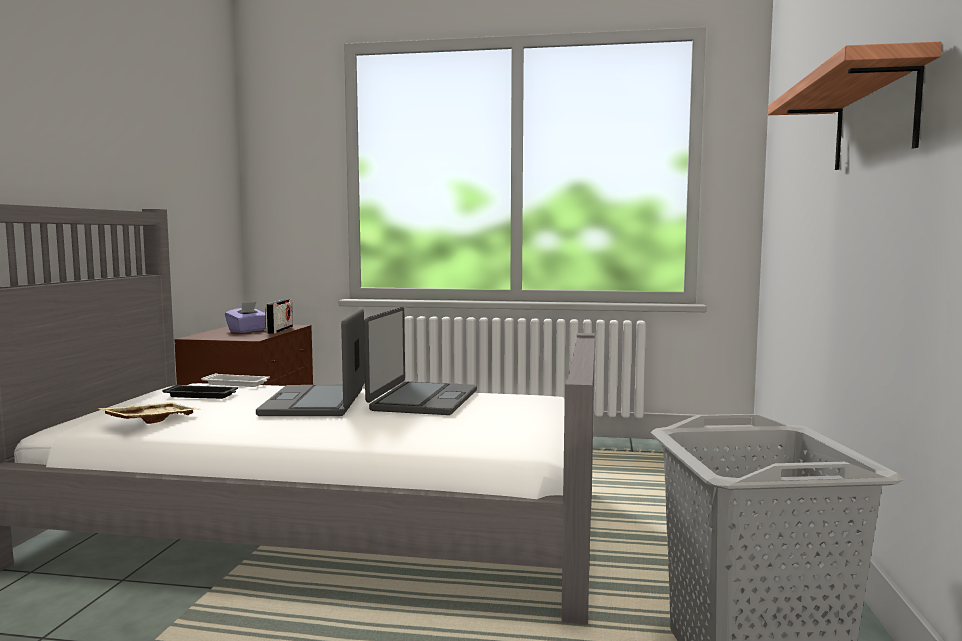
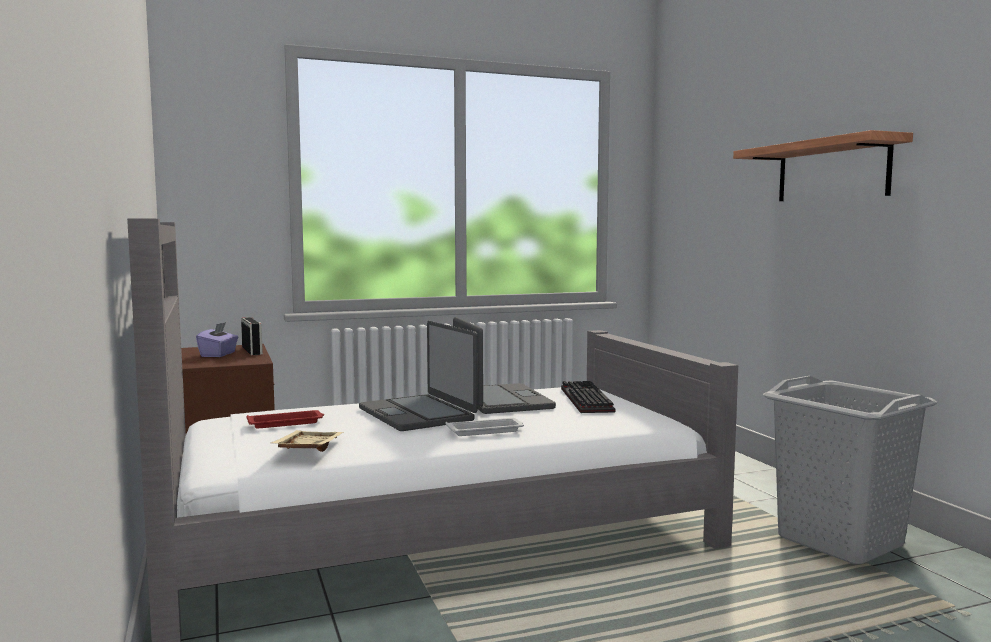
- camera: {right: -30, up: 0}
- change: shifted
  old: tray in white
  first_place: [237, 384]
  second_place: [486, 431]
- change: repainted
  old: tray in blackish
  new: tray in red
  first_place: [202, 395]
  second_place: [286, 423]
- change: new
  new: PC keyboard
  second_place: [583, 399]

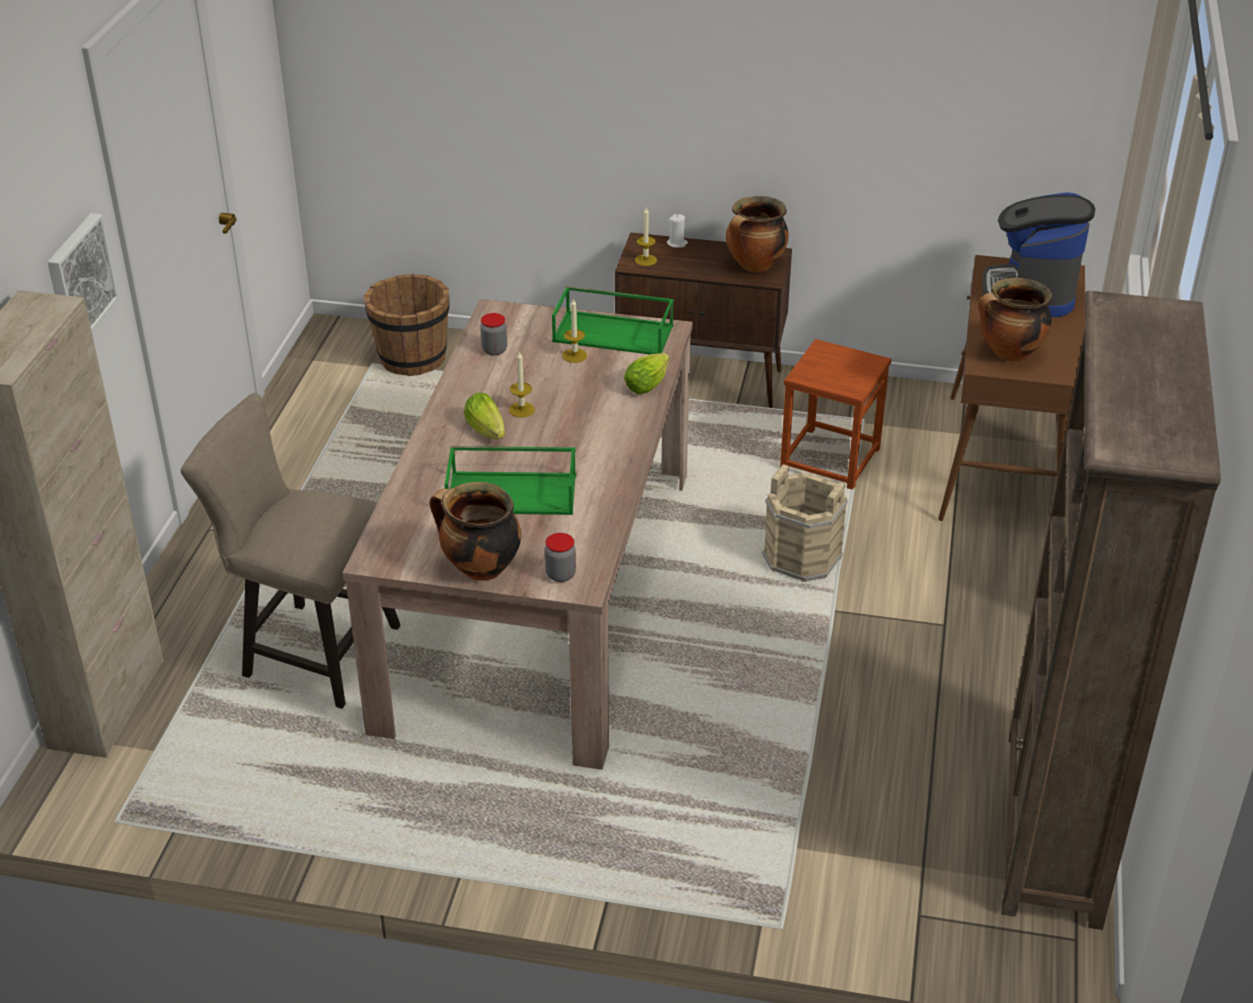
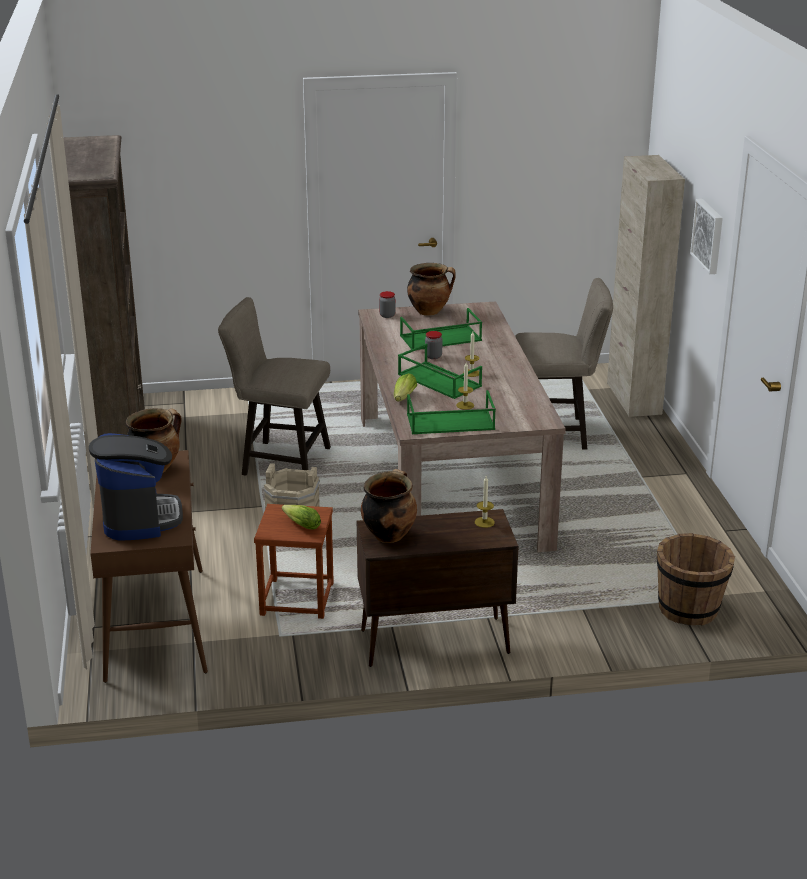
- camera: {right: 160, up: -10}
- change: gone
  old: candle in white
  first_place: [677, 243]
- change: shifted
  old: preserve jar
  first_place: [494, 350]
  second_place: [433, 356]
- change: shifted
  old: lettuce
  first_place: [487, 431]
  second_place: [300, 524]
- change: new
  new: stool in beige
  second_place: [279, 461]
- change: new
  new: tray in greenish
  second_place: [438, 380]

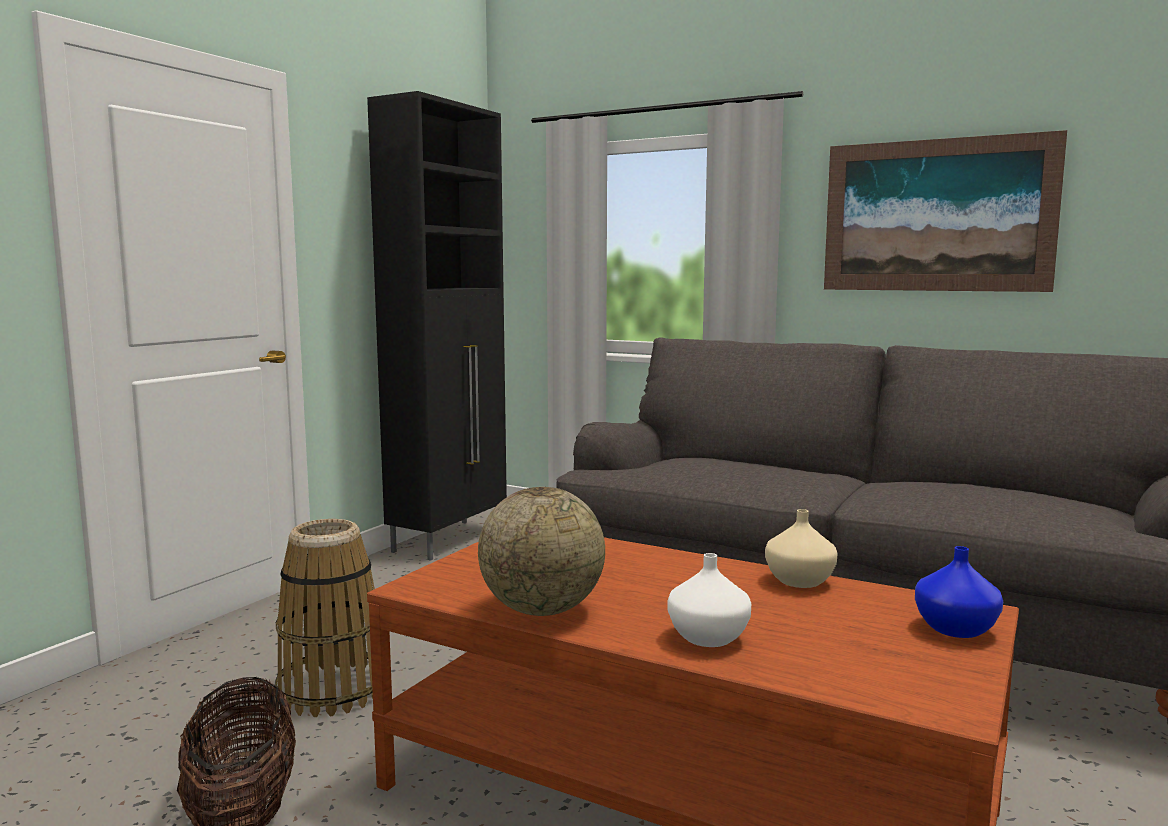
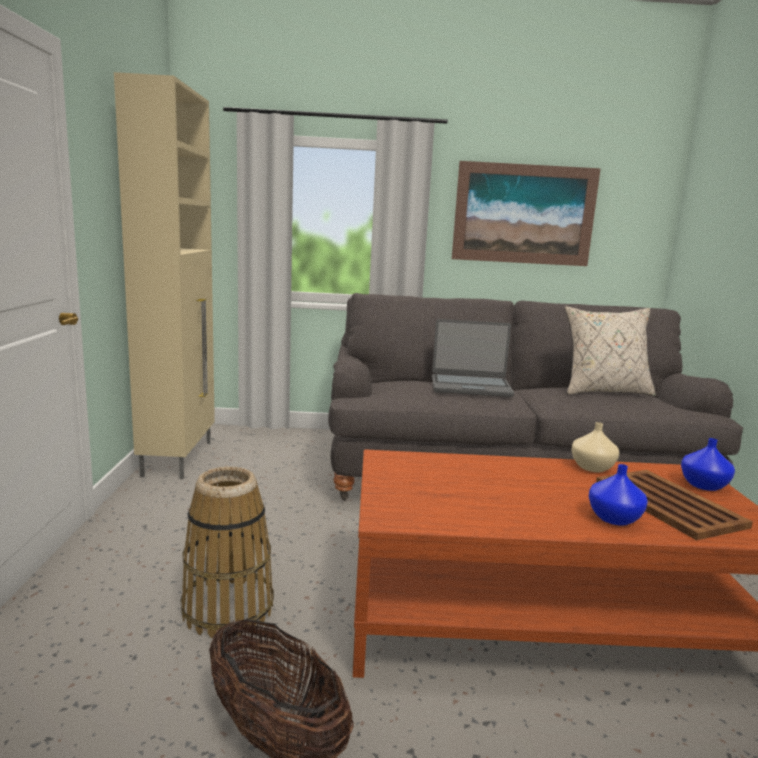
- camera: {right: -30, up: 5}
- change: repainted
  old: storage cabinet in blackish
  new: storage cabinet in beige
  first_place: [450, 539]
  second_place: [179, 458]
- change: gone
  old: desk globe
  first_place: [542, 610]
- change: repainted
  old: vase in white
  new: vase in bluish
  first_place: [708, 638]
  second_place: [615, 519]
- change: new
  new: cushion in beige
  second_place: [603, 391]
- change: new
  new: laptop
  second_place: [470, 386]
- change: new
  new: tray in brownish
  second_place: [667, 503]

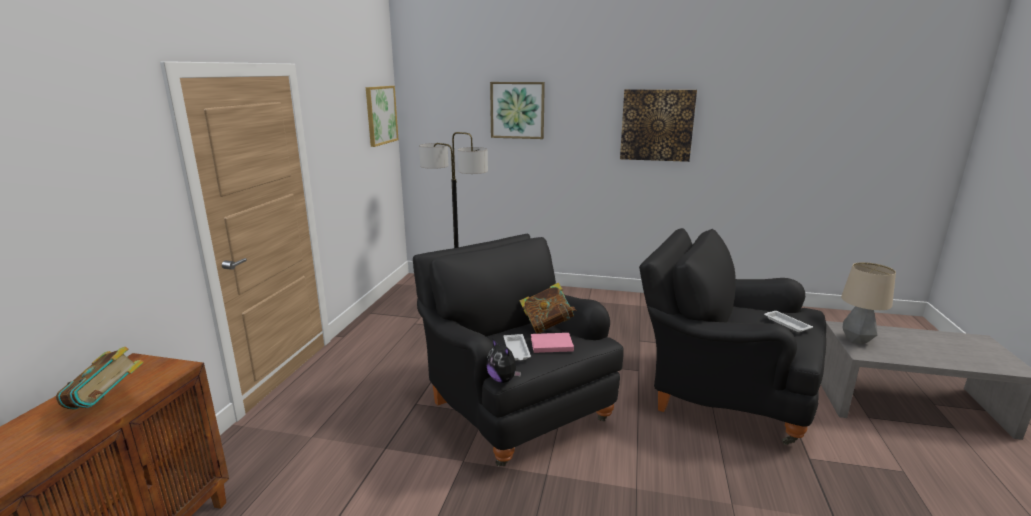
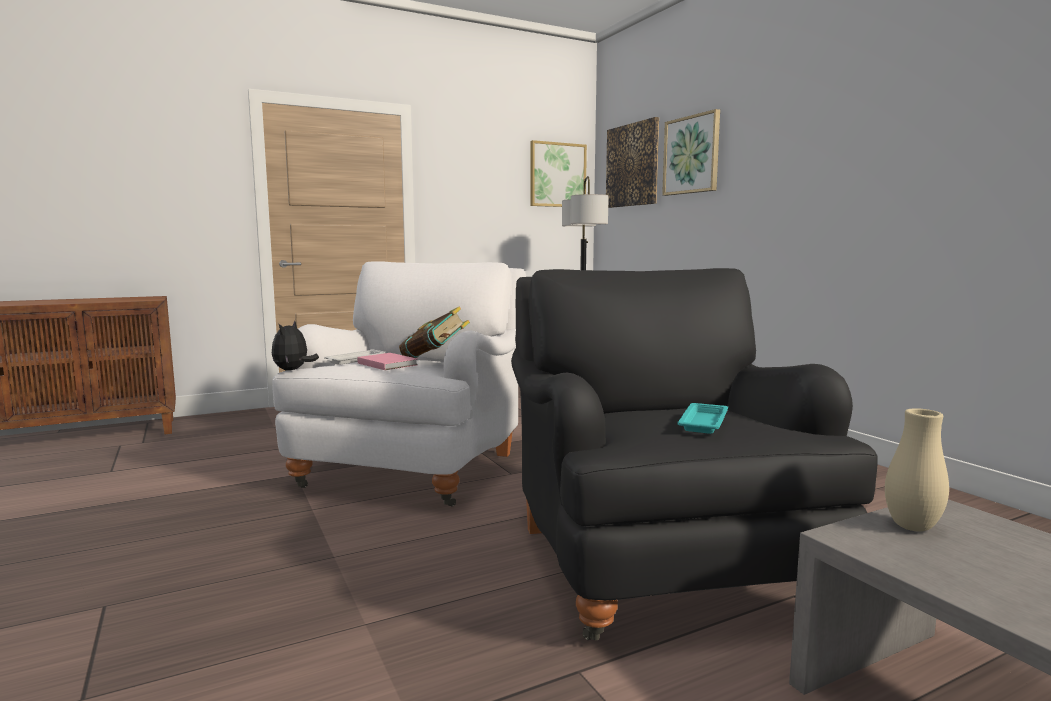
- camera: {right: 50, up: -10}
- change: shifted
  old: picture
  first_place: [657, 125]
  second_place: [632, 165]
- change: repainted
  old: armchair in blackish
  new: armchair in white
  first_place: [514, 407]
  second_place: [416, 467]
- change: swapped
  old: lamp for a table
  new: vase in beige
  first_place: [856, 340]
  second_place: [912, 527]
- change: repainted
  old: tray in white
  new: tray in turquoise-coloured
  first_place: [786, 323]
  second_place: [703, 422]
- change: gone
  old: bound book
  first_place: [107, 404]

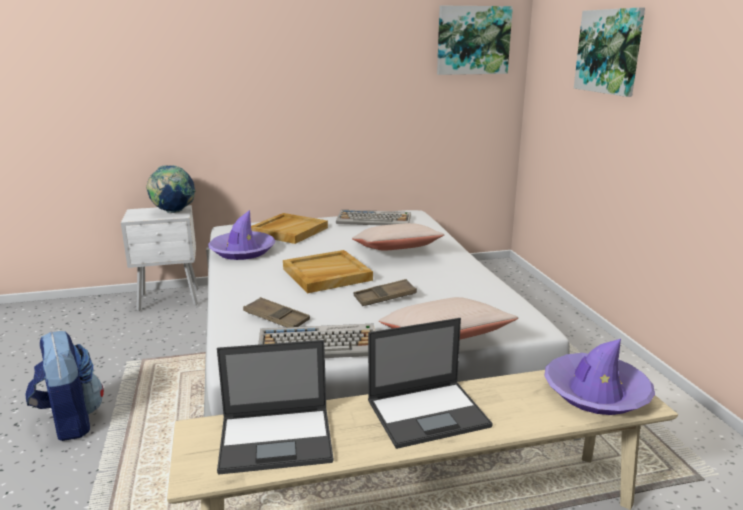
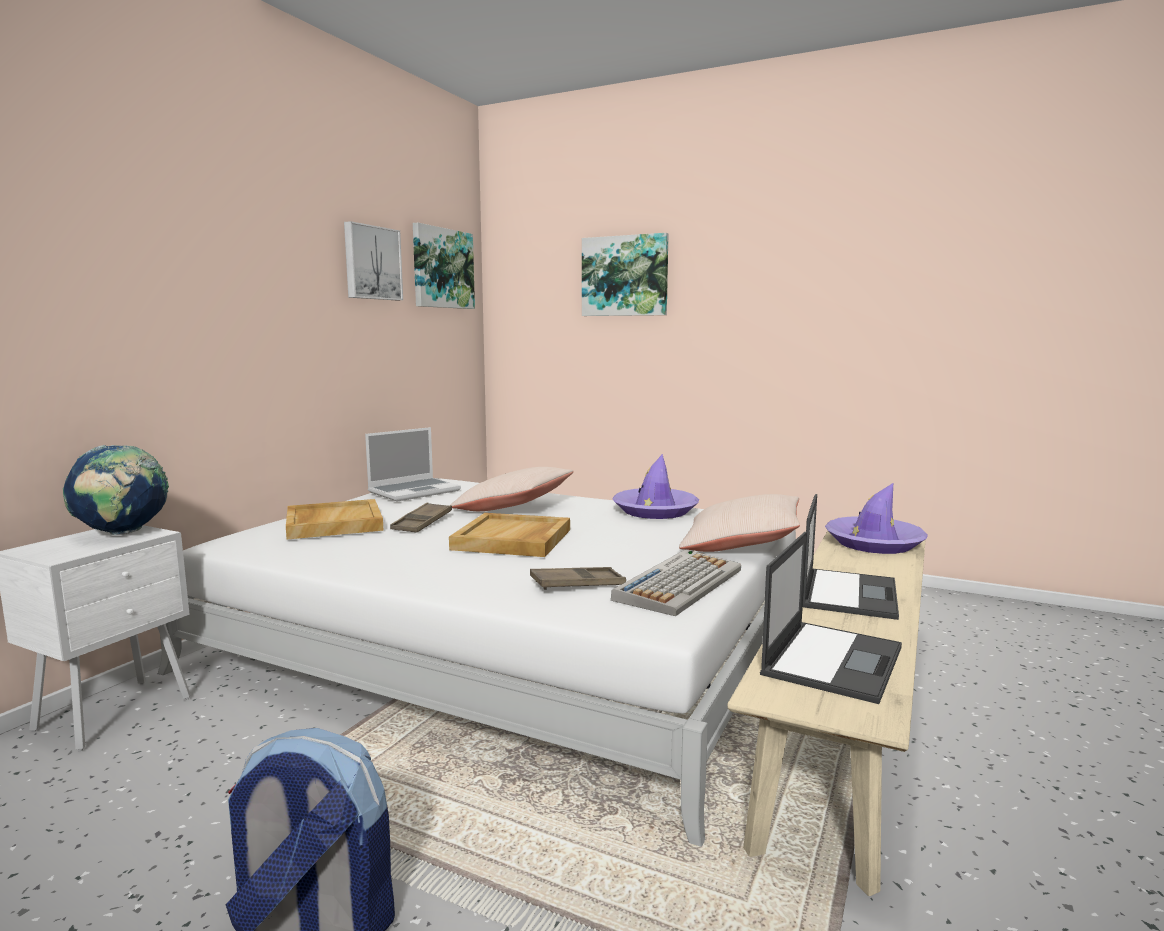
- camera: {right: -50, up: -10}
- change: shifted
  old: hat in purplish
  first_place: [242, 251]
  second_place: [655, 511]
- change: swapped
  old: PC keyboard
  new: laptop
  first_place: [374, 220]
  second_place: [414, 491]
- change: shifted
  old: tray in brownish
  first_place: [385, 297]
  second_place: [422, 523]
- change: new
  new: picture
  second_place: [371, 263]

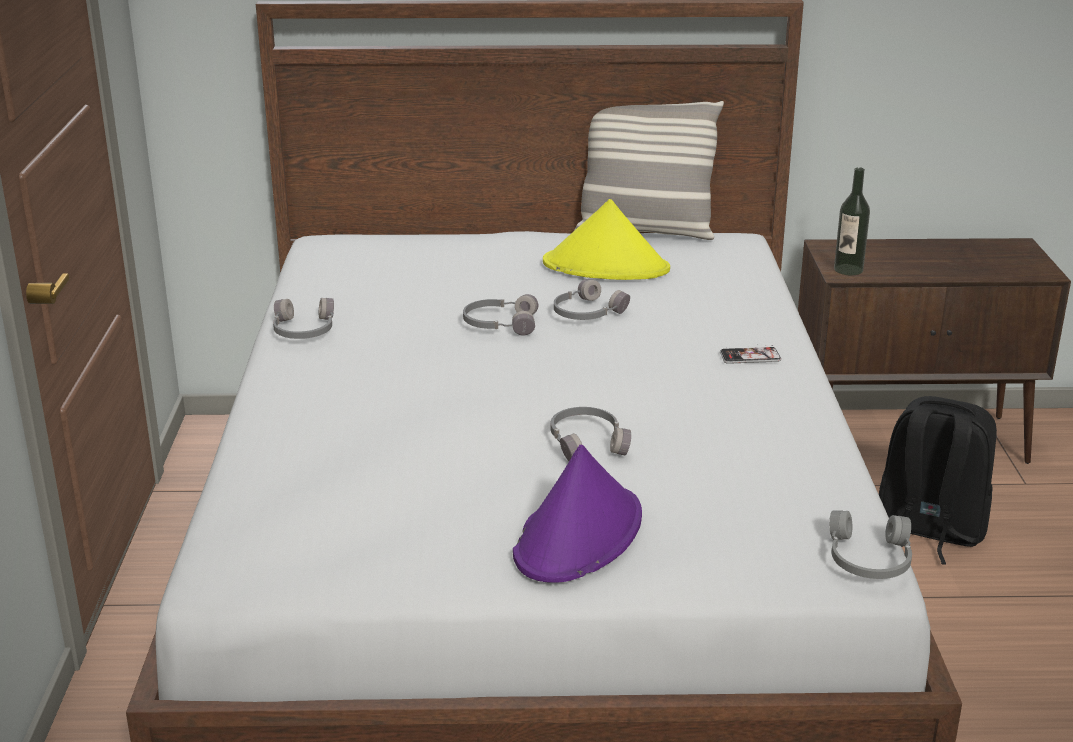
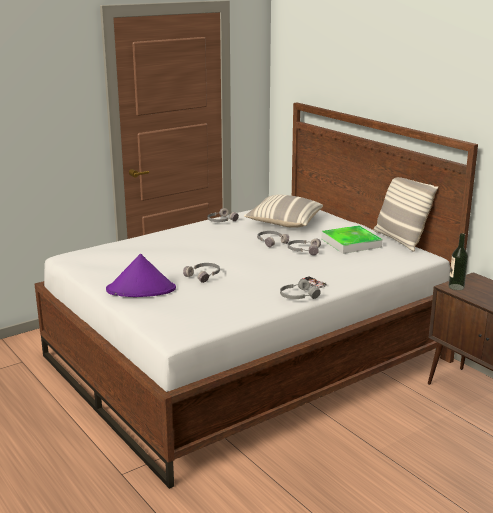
- camera: {right: 55, up: -5}
- change: swapped
  old: hat in yellow-coloured
  new: tray
  first_place: [606, 267]
  second_place: [351, 243]
- change: gone
  old: knapsack in blackish
  first_place: [928, 531]
- change: shifted
  old: pair of headphones in grey
  first_place: [867, 559]
  second_place: [297, 296]
- change: new
  new: cushion
  second_place: [284, 222]

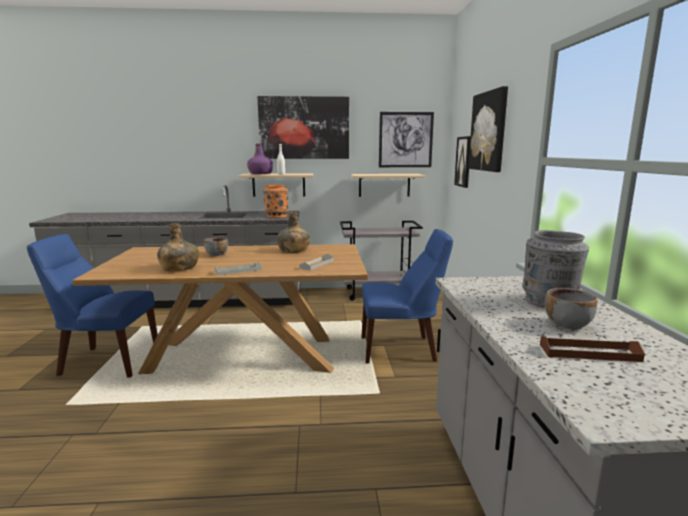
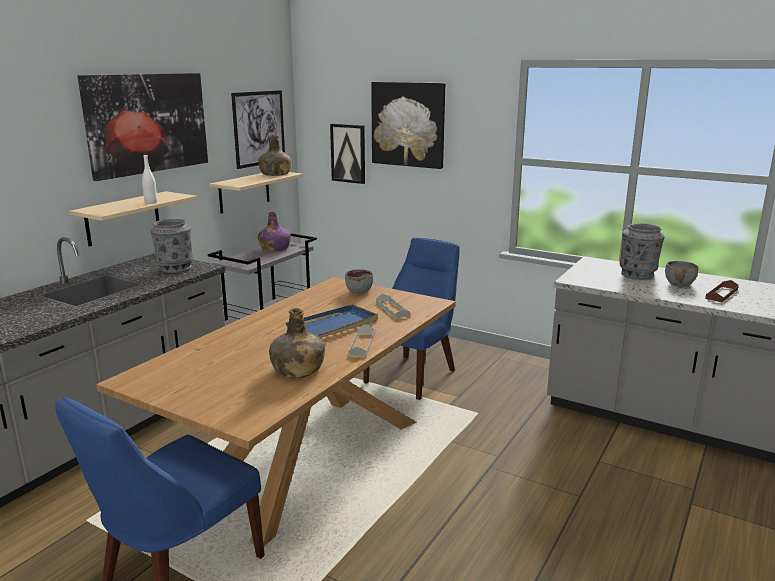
- camera: {right: -55, up: 5}
- change: shifted
  old: drink bottle in purplish
  first_place: [260, 174]
  second_place: [274, 249]
- change: repainted
  old: vase in orange
  new: vase in grey
  first_place: [276, 216]
  second_place: [175, 268]
- change: shifted
  old: drink bottle in greenish
  first_place: [293, 250]
  second_place: [275, 174]
- change: shifted
  old: bowl in grey
  first_place: [216, 254]
  second_place: [359, 291]
- change: new
  new: tray in bluish
  second_place: [334, 325]

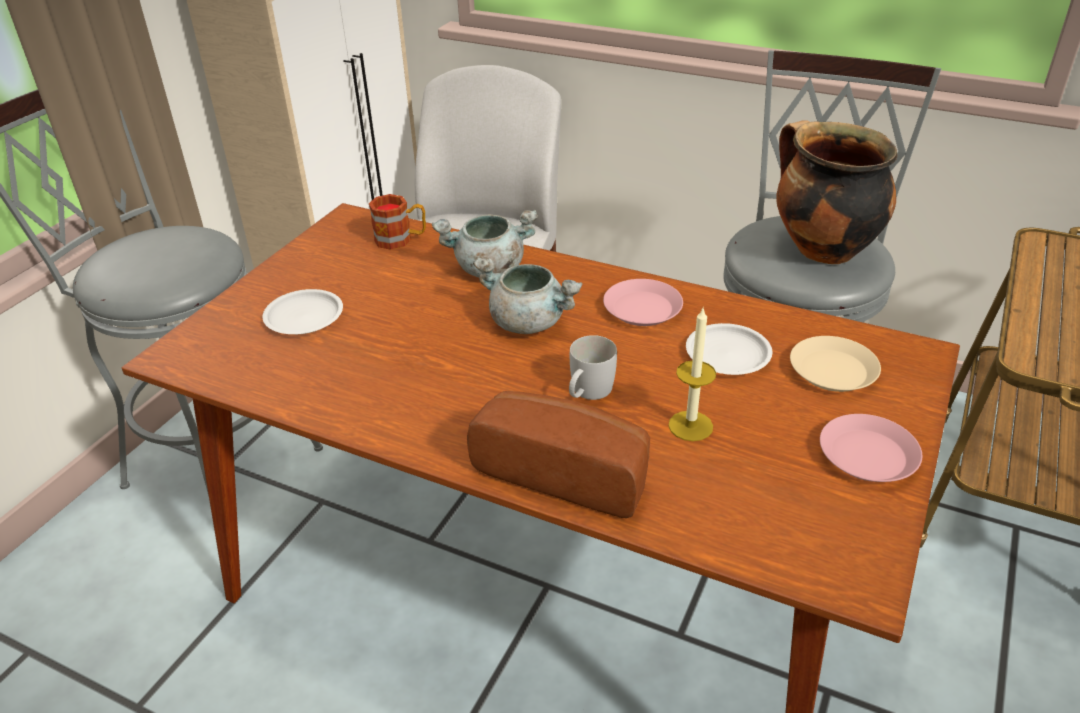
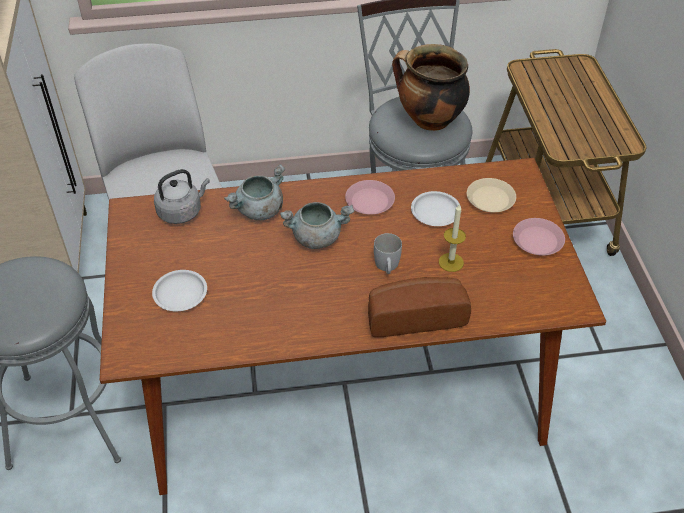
- camera: {right: -35, up: 10}
- change: swapped
  old: tea mug
  new: kettle in grey
  first_place: [401, 239]
  second_place: [182, 211]

